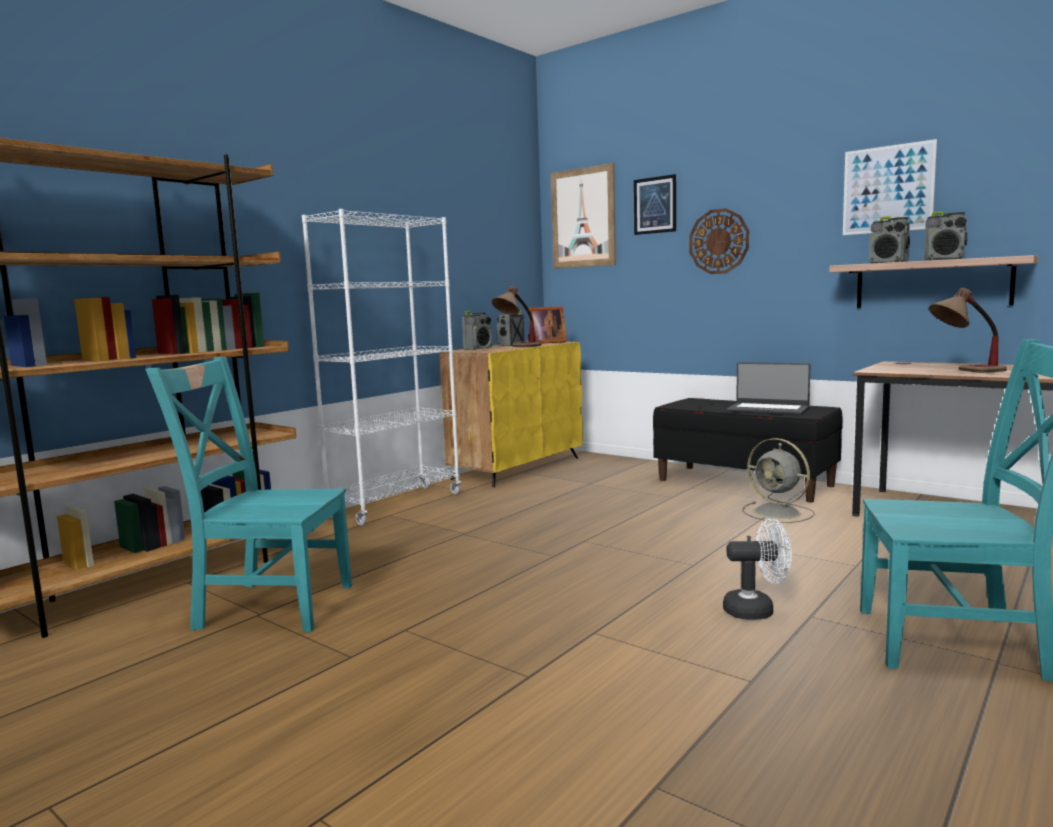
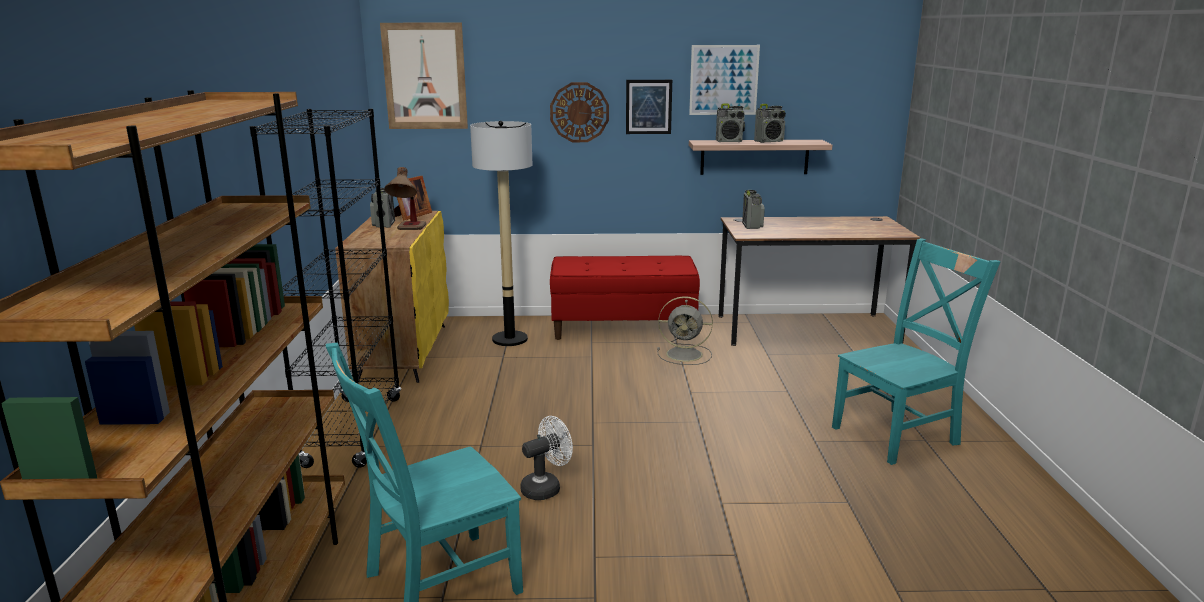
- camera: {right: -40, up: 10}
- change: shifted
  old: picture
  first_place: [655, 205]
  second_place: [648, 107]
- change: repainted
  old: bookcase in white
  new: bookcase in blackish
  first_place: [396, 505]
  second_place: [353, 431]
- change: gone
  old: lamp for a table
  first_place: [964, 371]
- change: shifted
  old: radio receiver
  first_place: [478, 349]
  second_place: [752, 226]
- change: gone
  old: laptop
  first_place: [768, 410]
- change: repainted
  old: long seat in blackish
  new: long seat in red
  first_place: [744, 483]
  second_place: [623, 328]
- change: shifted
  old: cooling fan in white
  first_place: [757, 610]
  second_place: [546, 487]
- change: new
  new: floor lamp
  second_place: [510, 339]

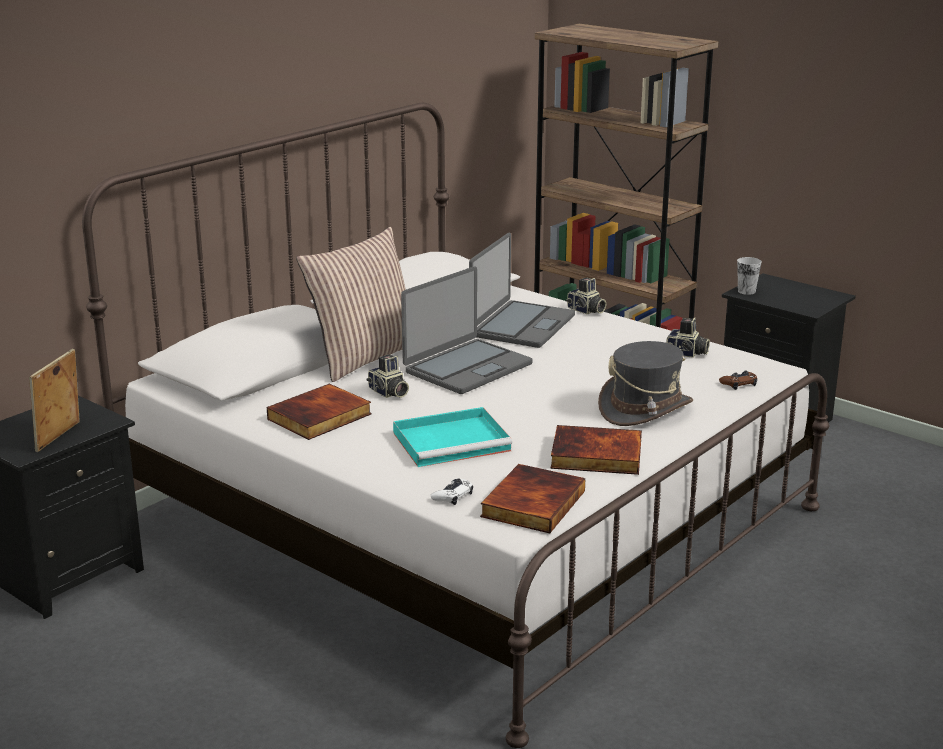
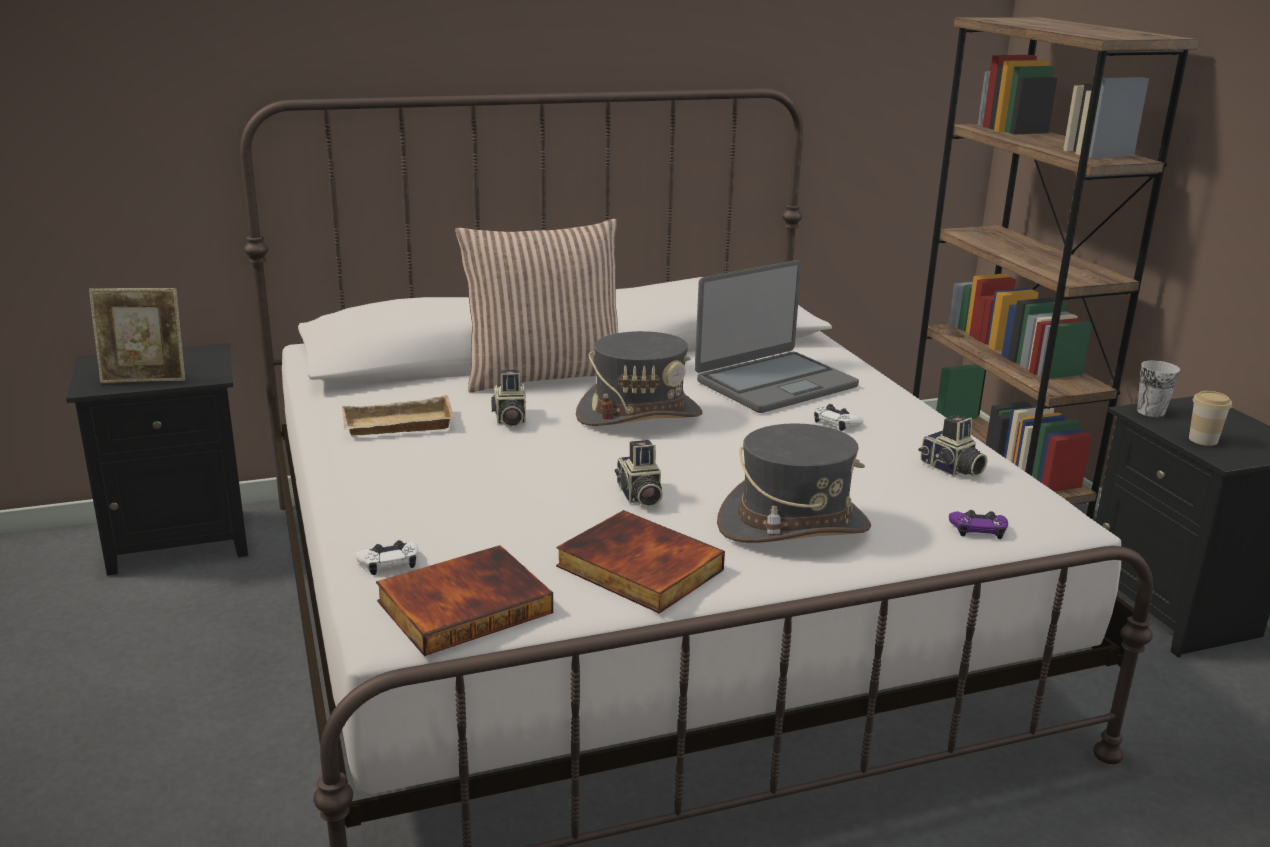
- camera: {right: 30, up: 0}
- change: swapped
  old: laptop
  new: hat in grey
  first_place: [467, 368]
  second_place: [639, 414]
- change: shifted
  old: still camera
  first_place: [586, 311]
  second_place: [639, 496]
- change: rotated
  old: standing frame
  first_place: [60, 438]
  second_place: [145, 380]
  degrees: -150
- change: repainted
  old: game controller in brownish
  new: game controller in purplish
  first_place: [739, 383]
  second_place: [978, 529]
- change: swapped
  old: bound book
  new: tray in beige
  first_place: [320, 417]
  second_place: [397, 426]
- change: gone
  old: tray in turquoise-coloured
  first_place: [453, 441]
- change: new
  new: small cup
  second_place: [1203, 440]
- change: new
  new: game controller in white
  second_place: [836, 422]

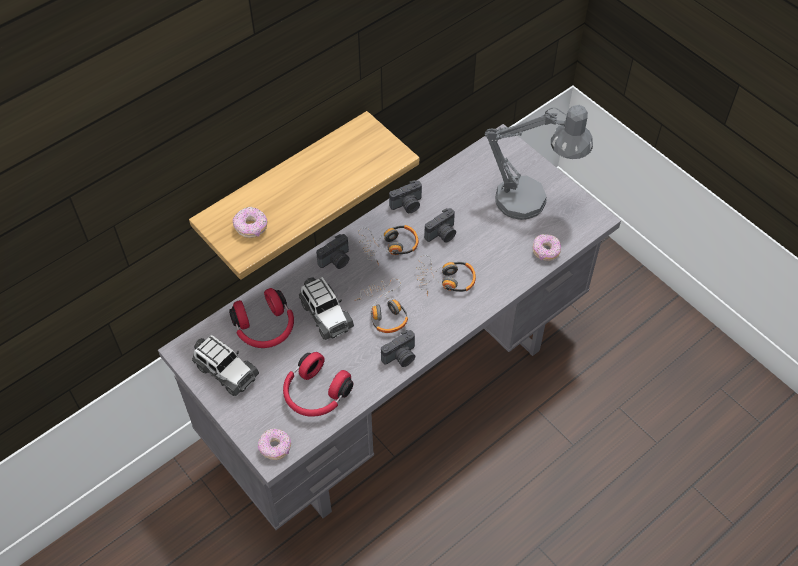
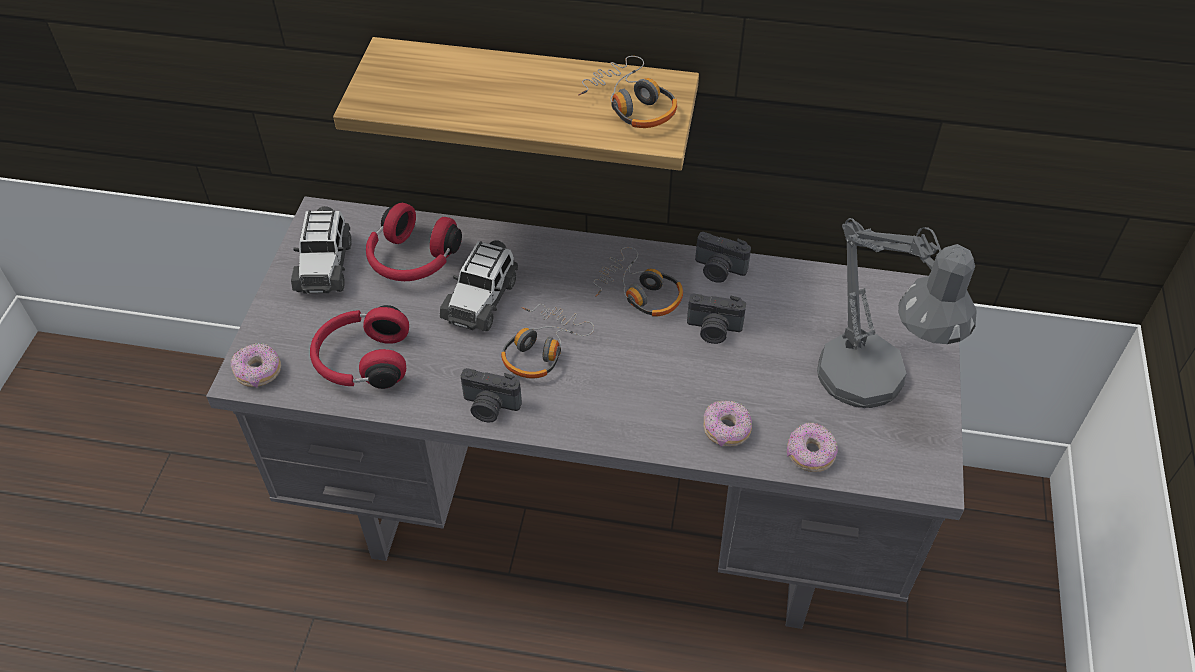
- camera: {right: 50, up: -5}
- change: shifted
  old: ring doughnut
  first_place: [251, 227]
  second_place: [726, 430]
- change: gone
  old: still camera
  first_place: [336, 260]
- change: shifted
  old: pair of headphones
  first_place: [445, 280]
  second_place: [631, 104]

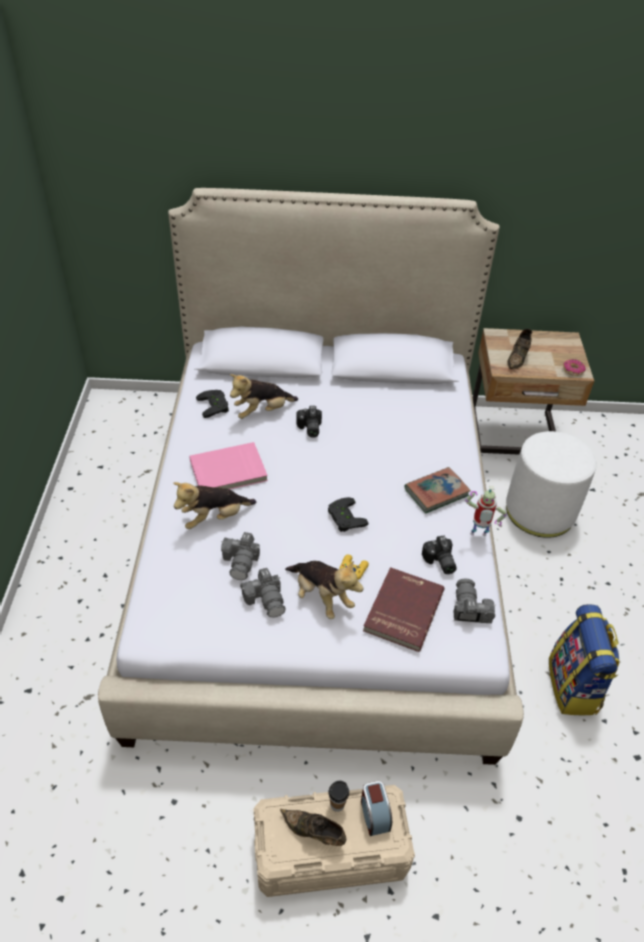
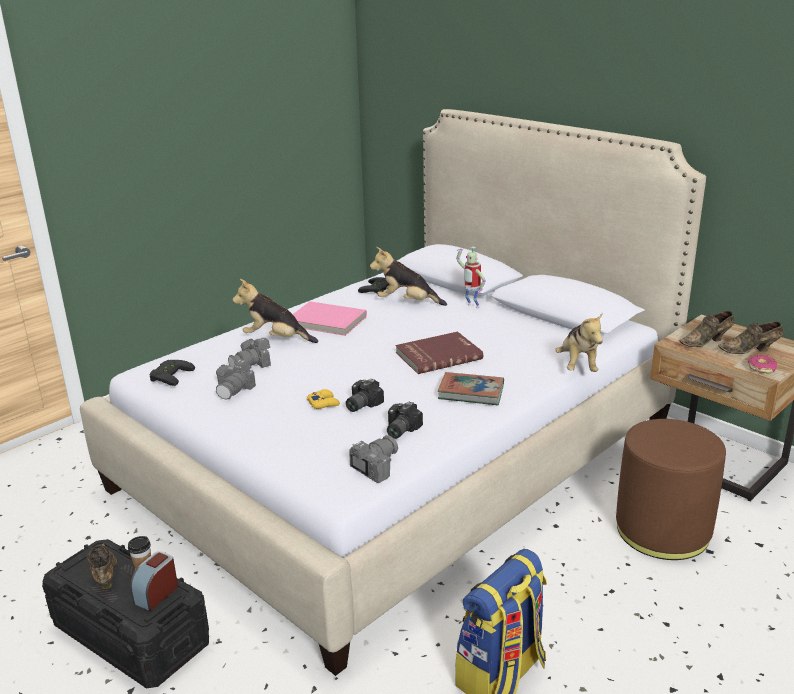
- camera: {right: 45, up: -20}
- change: shifted
  old: still camera
  first_place: [309, 428]
  second_place: [360, 405]
- change: repainted
  old: footrest in white
  new: footrest in brownish
  first_place: [539, 511]
  second_place: [662, 530]
- change: shifted
  old: model robot
  first_place: [477, 536]
  second_place: [471, 306]
- change: shifted
  old: game controller in blackish
  first_place: [344, 518]
  second_place: [169, 375]
- change: shifted
  old: soft toy
  first_place: [321, 597]
  second_place: [578, 365]
- change: shifted
  old: bound book in red
  first_place: [402, 610]
  second_place: [438, 355]
- change: repainted
  old: storage box in beige
  new: storage box in blackish
  first_place: [331, 851]
  second_place: [131, 634]
- change: new
  new: low shoe in brownish
  second_place: [751, 350]

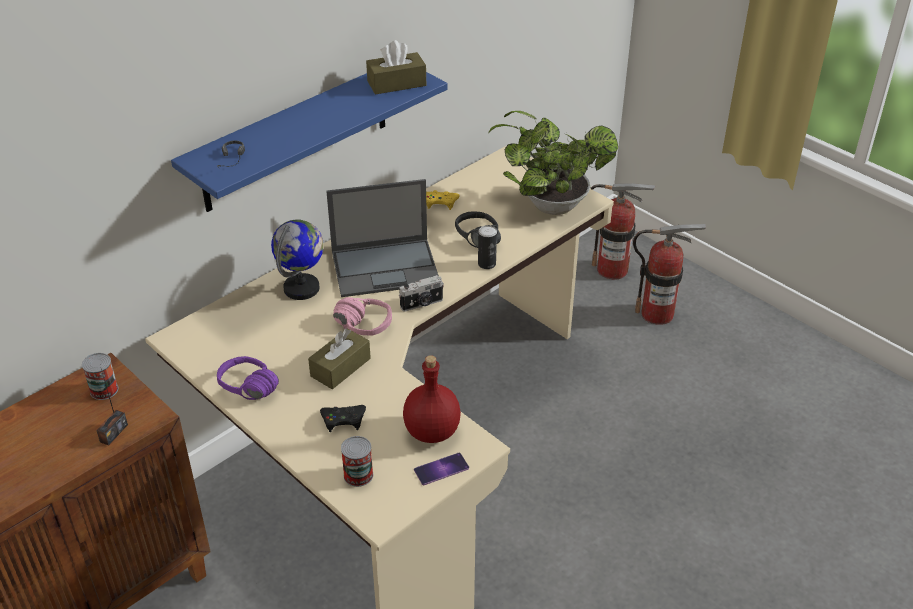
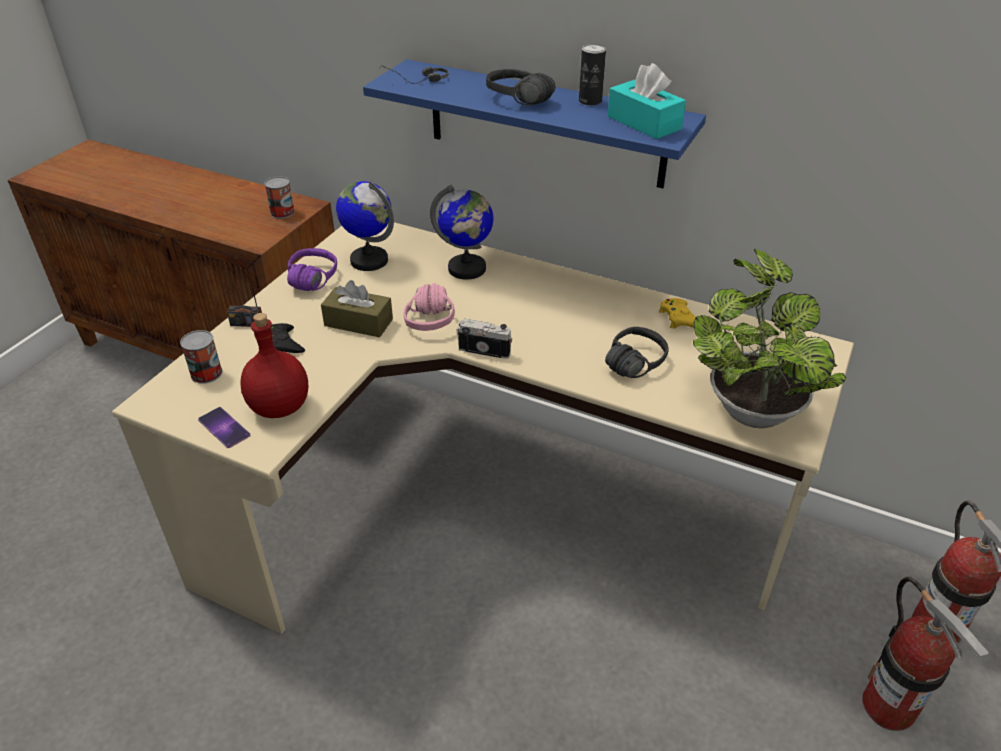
- camera: {right: 70, up: 0}
- change: repainted
  old: box of tissues in brownish
  new: box of tissues in turquoise-coloured
  first_place: [396, 83]
  second_place: [644, 123]
- change: gone
  old: laptop
  first_place: [386, 267]
- change: shifted
  old: sealed can
  first_place: [486, 264]
  second_place: [590, 101]
- change: rotated
  old: still camera
  first_place: [422, 304]
  second_place: [485, 350]
  degrees: 150
- change: shifted
  old: radio receiver
  first_place: [113, 433]
  second_place: [247, 323]
- change: new
  new: pair of headphones in blackish
  second_place: [513, 102]
- change: new
  new: desk globe
  second_place: [369, 260]

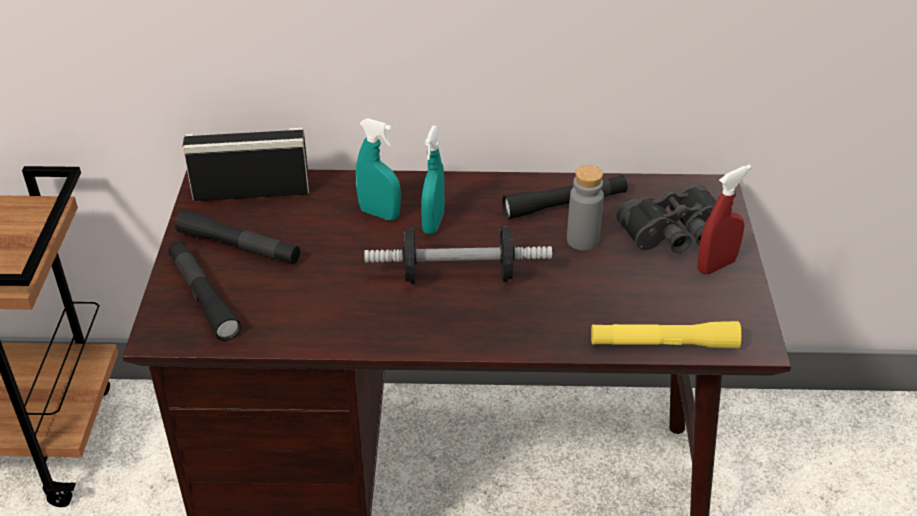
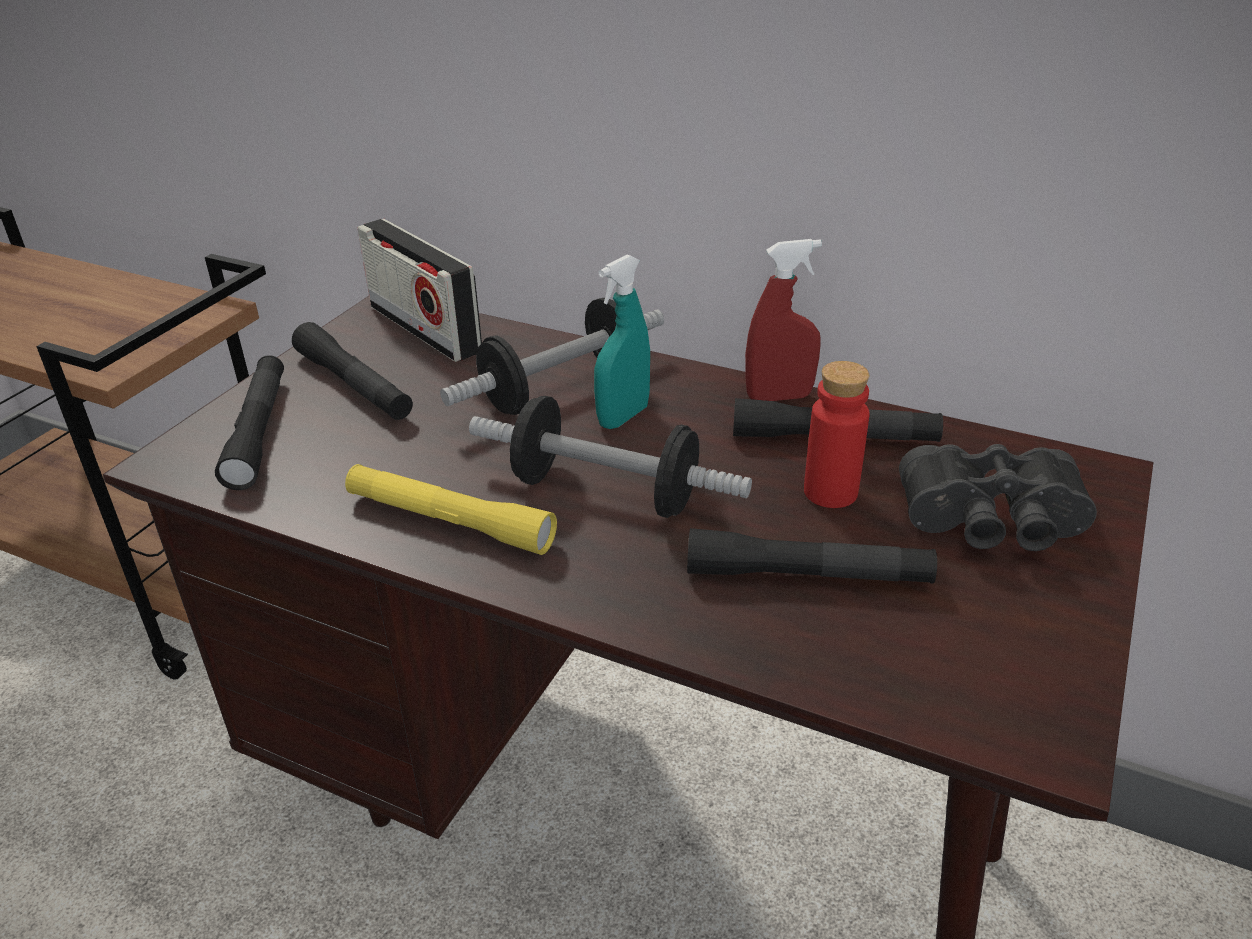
- camera: {right: 25, up: -5}
- change: swapped
  old: spray bottle in turquoise-coloured
  new: hand weight
  first_place: [379, 214]
  second_place: [560, 389]
- change: rotated
  old: radio receiver
  first_place: [251, 191]
  second_place: [424, 329]
  degrees: -150
- change: repainted
  old: drink bottle in grey
  new: drink bottle in red
  first_place: [582, 240]
  second_place: [830, 492]
- change: shifted
  old: spray bottle in red
  first_place: [716, 265]
  second_place: [779, 397]
- change: shifted
  old: flashlight in yellow-coloured
  first_place: [663, 344]
  second_place: [449, 521]
- change: new
  new: flashlight in blackish
  second_place: [807, 575]

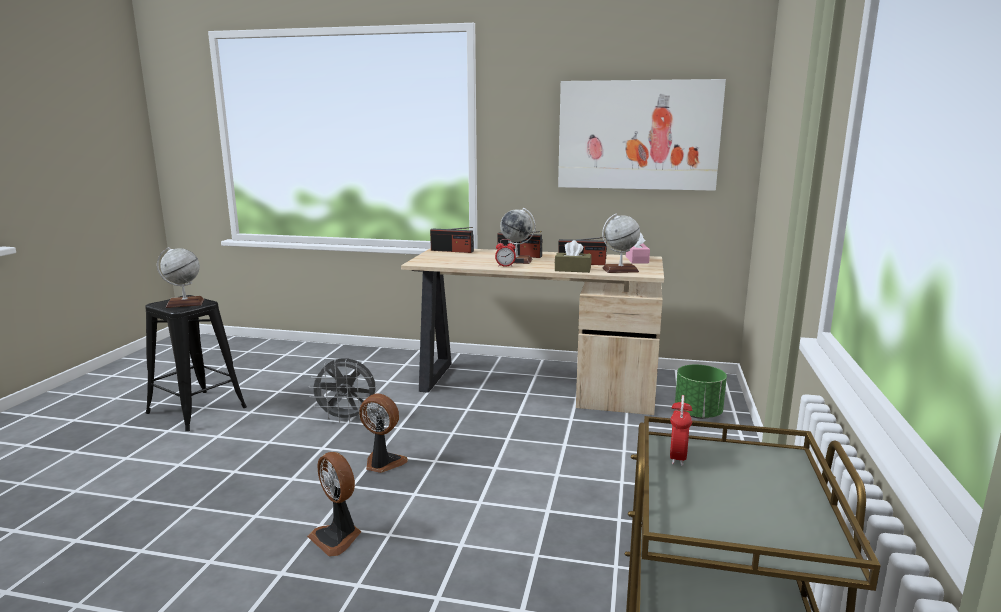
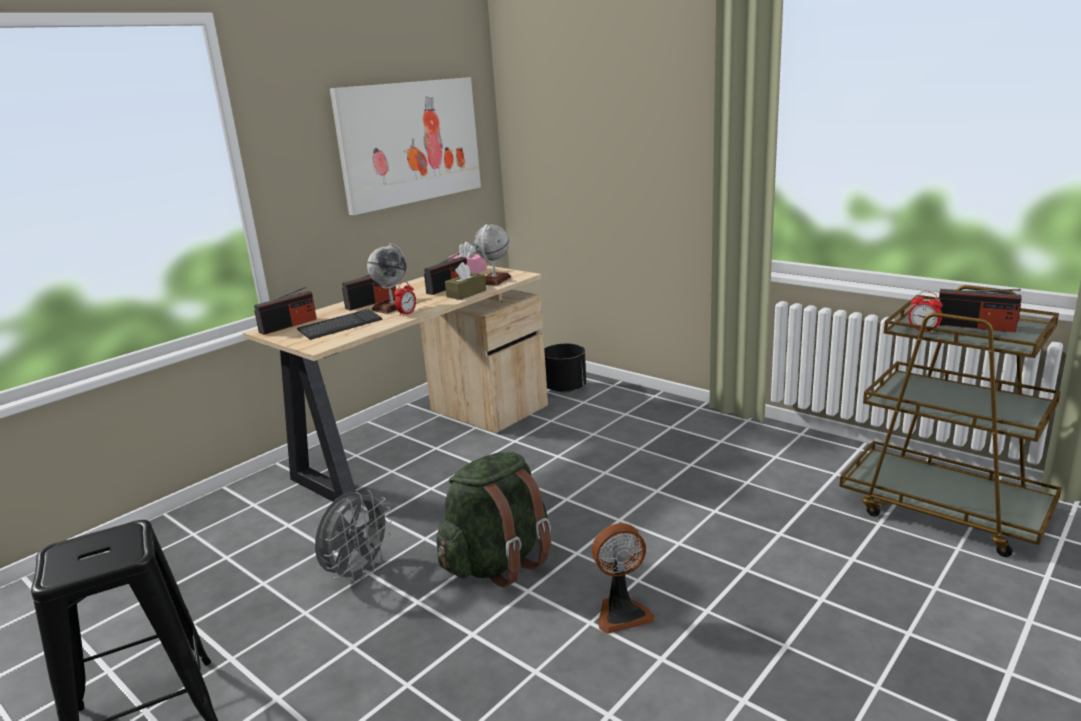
- camera: {right: -60, up: 5}
- change: gone
  old: desk globe
  first_place: [185, 303]
- change: repainted
  old: flower pot in greenish
  new: flower pot in blackish
  first_place: [698, 414]
  second_place: [565, 388]
- change: swapped
  old: cooling fan
  new: knapsack in greenish
  first_place: [382, 463]
  second_place: [498, 562]
- change: new
  new: radio receiver
  second_place: [975, 326]
- change: new
  new: PC keyboard
  second_place: [340, 326]

